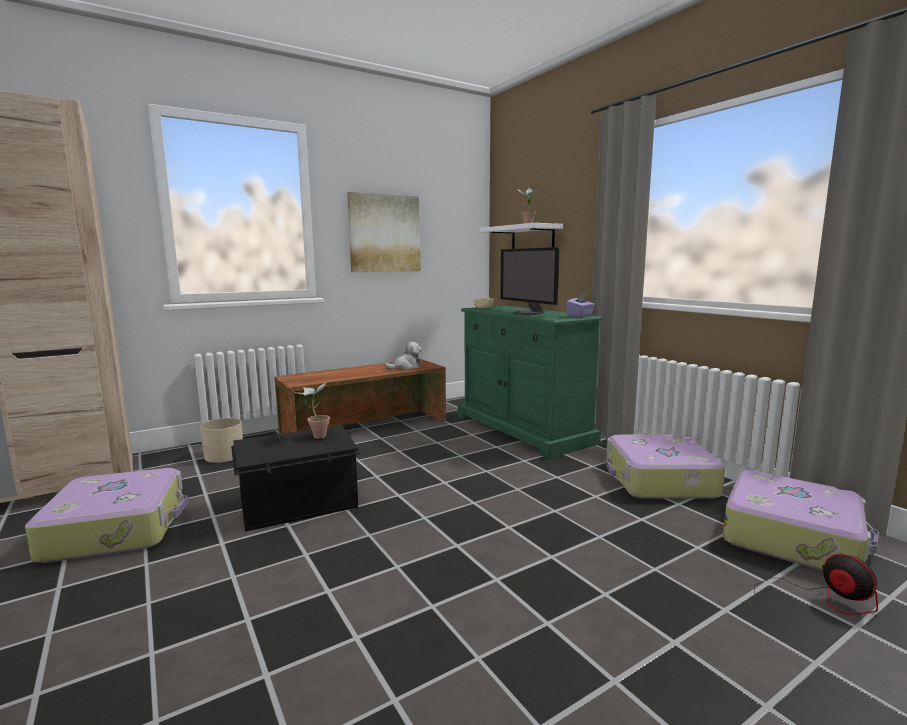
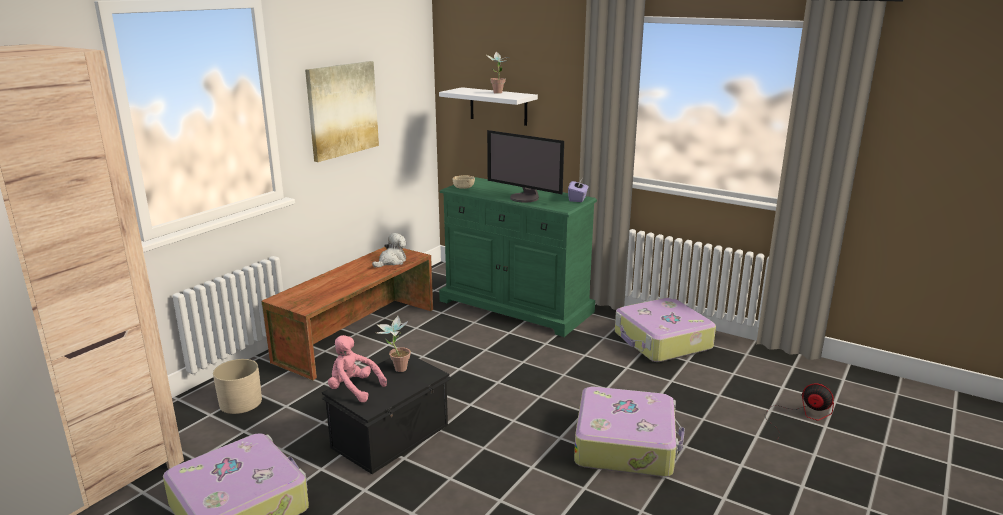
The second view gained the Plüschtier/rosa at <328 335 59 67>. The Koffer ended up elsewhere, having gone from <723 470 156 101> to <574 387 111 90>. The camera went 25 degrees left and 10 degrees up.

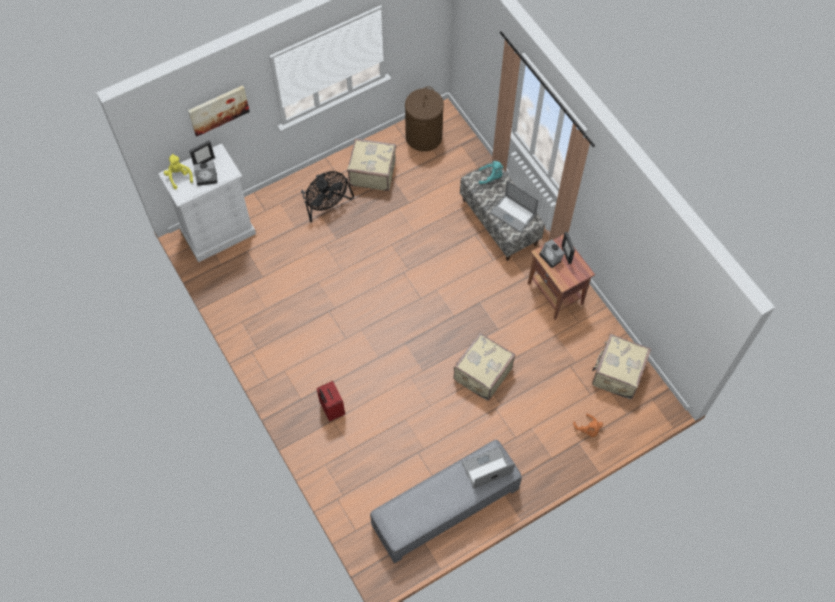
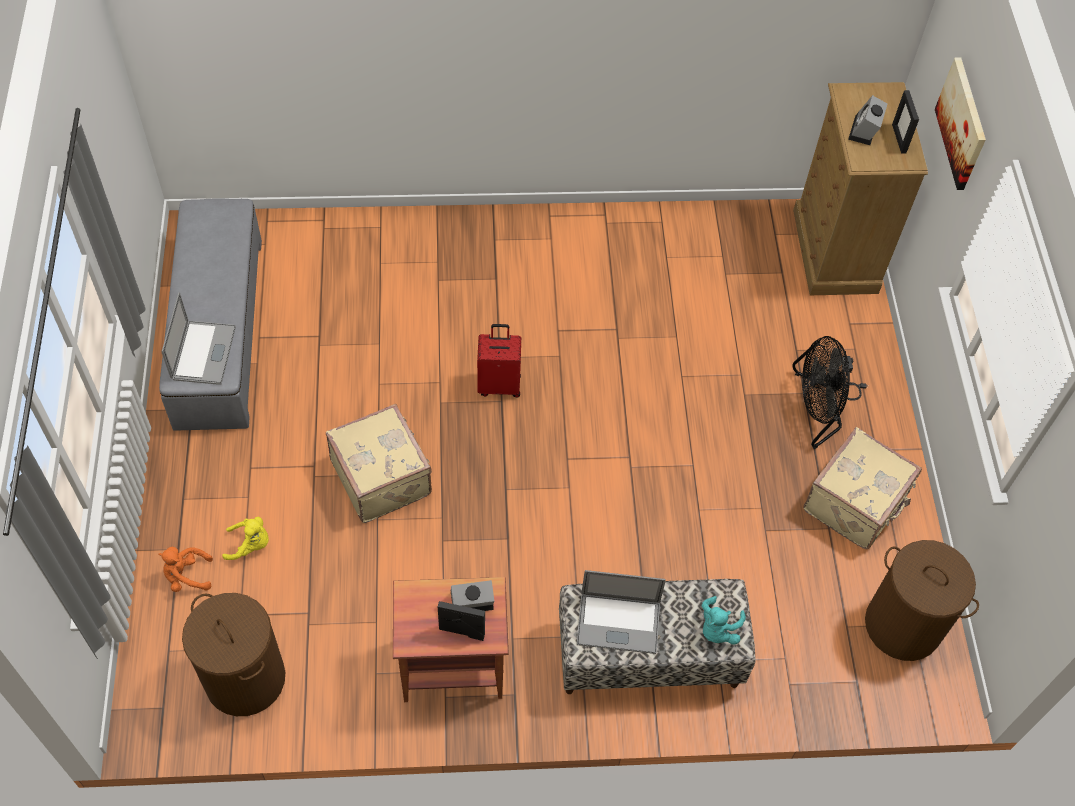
Where the Koffer/beige stood at <592 334 59 65>, the Wäschekorb/braun came to stand at <182 593 103 123>. The Plüschtier/gelb ended up elsewhere, having gone from <164 154 29 35> to <222 517 47 43>. The Koffer/rot ended up elsewhere, having gone from <317 381 28 41> to <477 324 44 73>. The Laptop at <490 180 49 53> ended up facing another way, 150 degrees counterclockwise from before. What was the Kommode/weiß at <158 144 98 118> turned into the Kommode/braun at <793 82 135 213>. The camera went 115 degrees right and 5 degrees down.

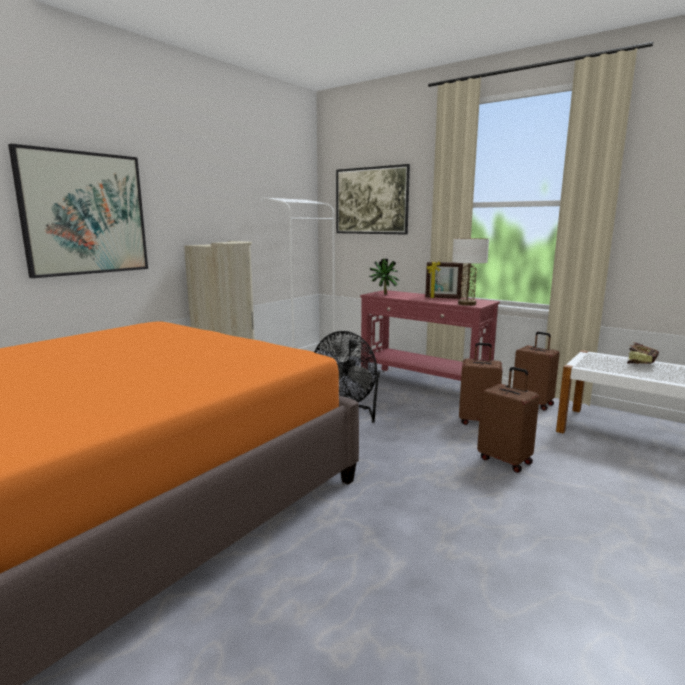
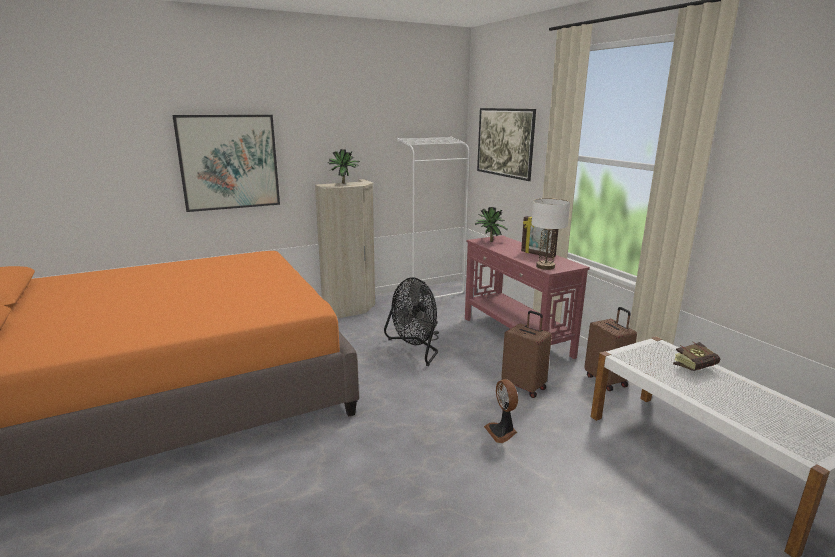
The second view gained the Topfpflanze at <328 149 32 35>. Where the Koffer/braun stood at <477 367 63 106>, the Ventilator came to stand at <484 379 34 64>. The camera went 25 degrees right and 5 degrees up.

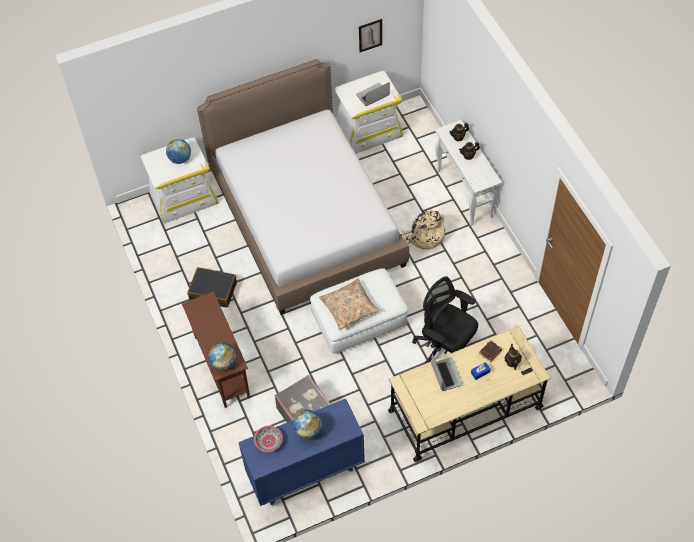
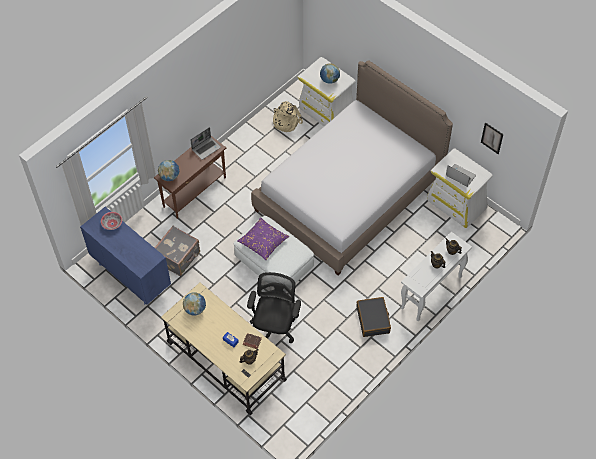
The Globus ended up elsewhere, having gone from <293 410 29 29> to <183 292 23 24>. The Laptop ended up elsewhere, having gone from <431 354 32 37> to <190 127 31 33>. What was the Kissen/beige at <319 278 61 52> turned into the Kissen/lila at <237 217 52 43>. The Rucksack/beige ended up elsewhere, having gone from <401 210 44 40> to <273 101 30 31>. The Koffer/schwarz ended up elsewhere, having gone from <187 267 50 41> to <357 297 34 40>. The camera went 65 degrees right and 0 degrees up.

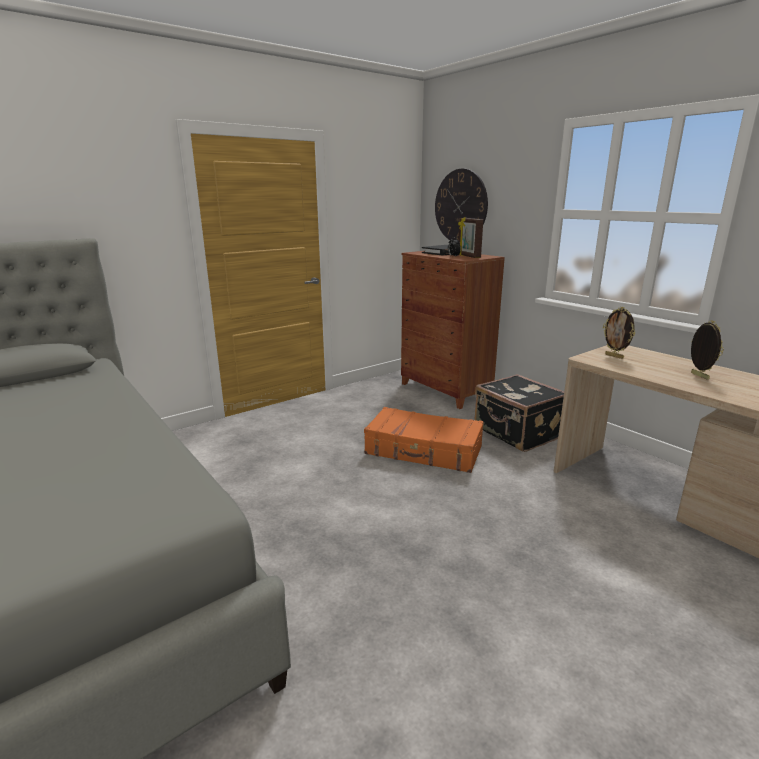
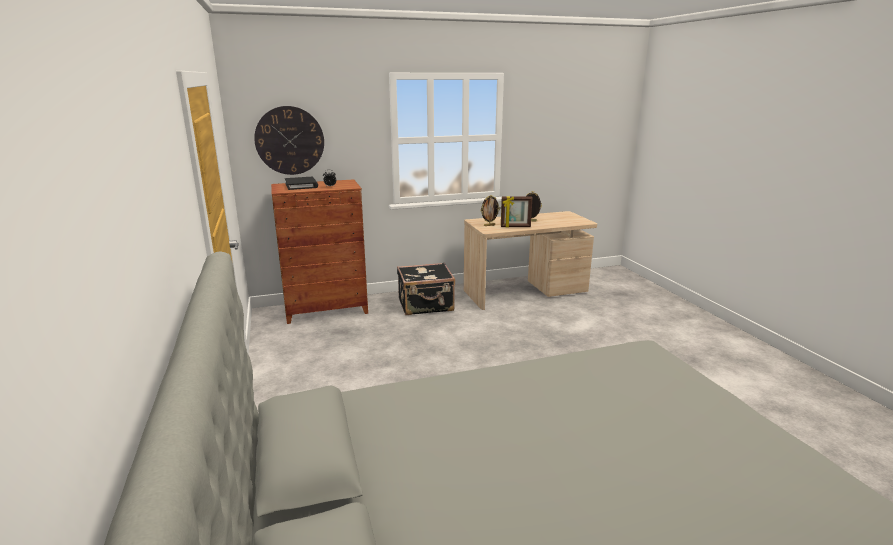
The Bilderrahmen ended up elsewhere, having gone from <458 217 25 41> to <501 196 31 31>. The second view lost the Koffer/orange at <364 407 120 66>. The camera went 70 degrees left and 0 degrees up.

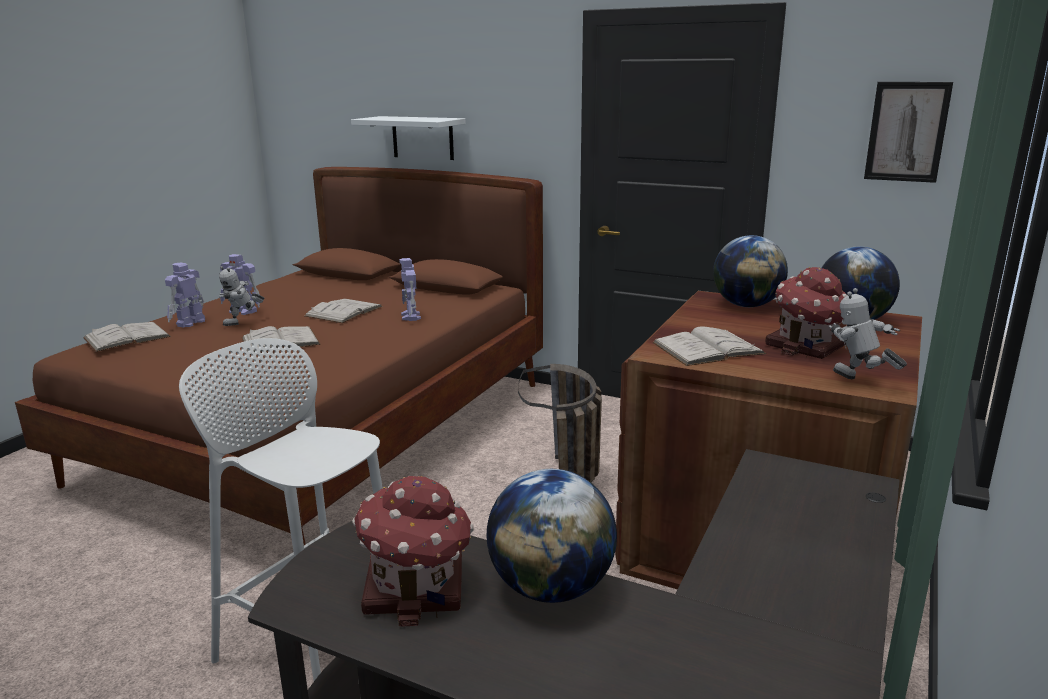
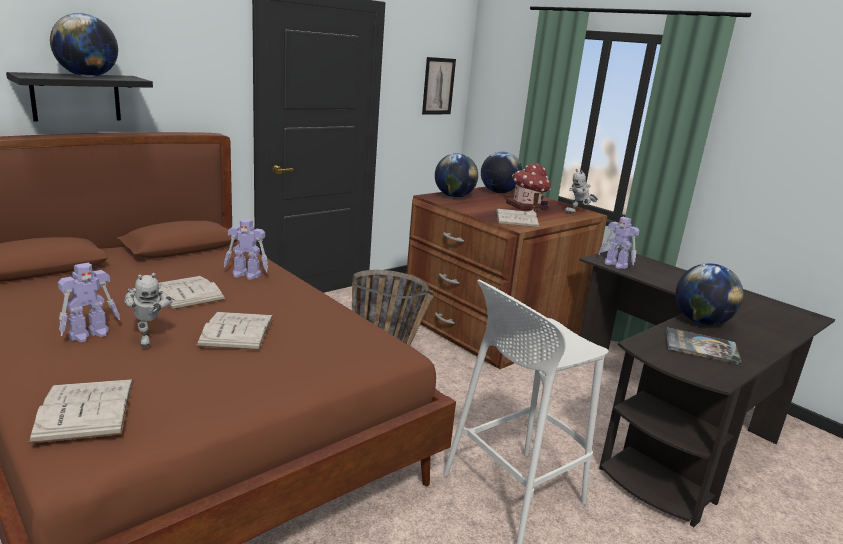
What was the Wandregal/weiß at <351 116 115 44> turned into the Wandregal/schwarz at <6 72 147 50>. The second view gained the Globus at <50 13 68 64>. The Spielzeugroboter ended up elsewhere, having gone from <165 263 40 65> to <599 217 40 52>. Where the Spielzeughaus stood at <353 476 121 151>, the Buch came to stand at <666 327 76 39>. The camera went 70 degrees left and 0 degrees up.

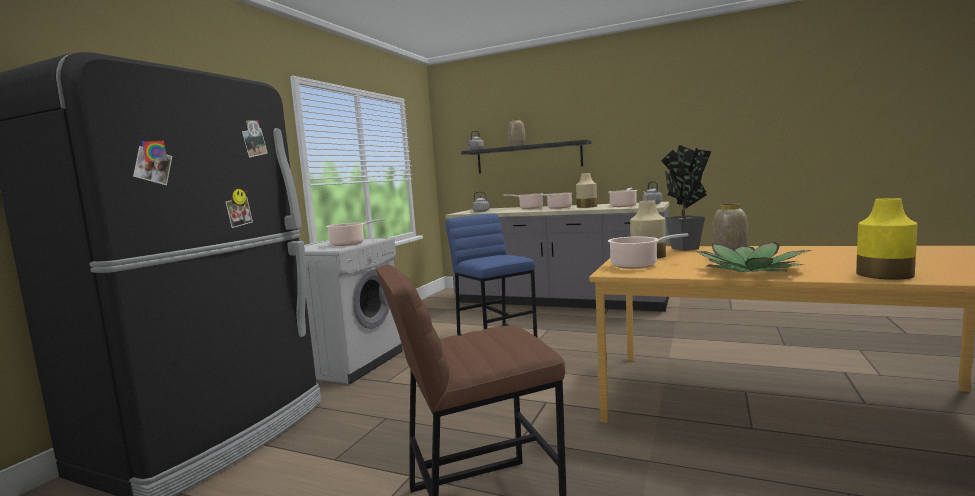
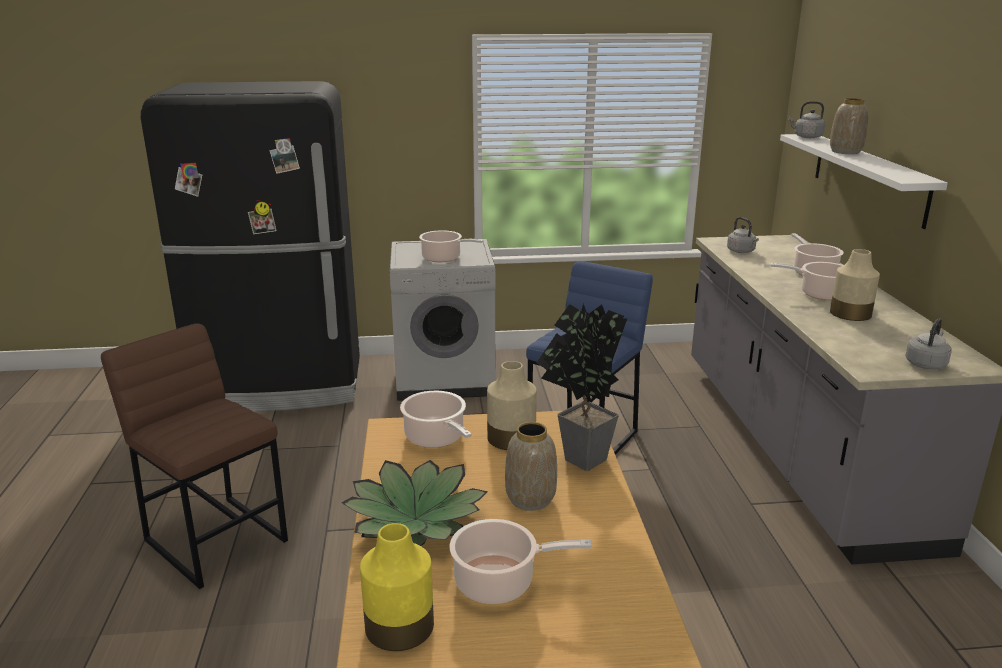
The Kochtopf ended up elsewhere, having gone from <610 188 28 19> to <450 519 142 85>. What was the Wandregal/schwarz at <461 140 131 34> turned into the Wandregal/weiß at <780 134 168 95>. The camera went 60 degrees right and 15 degrees up.

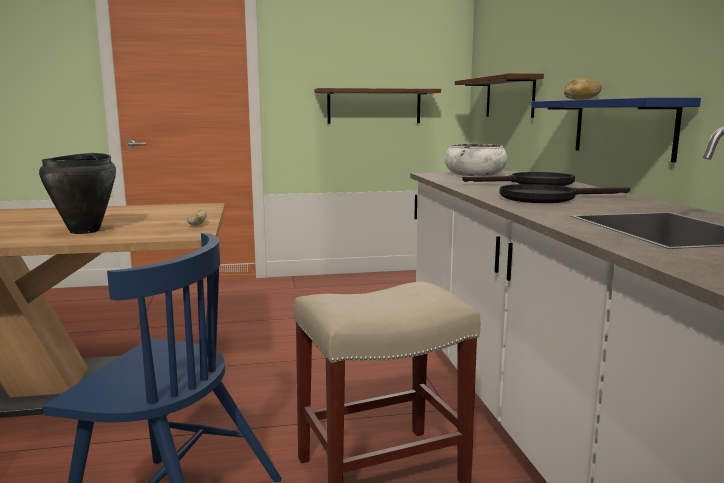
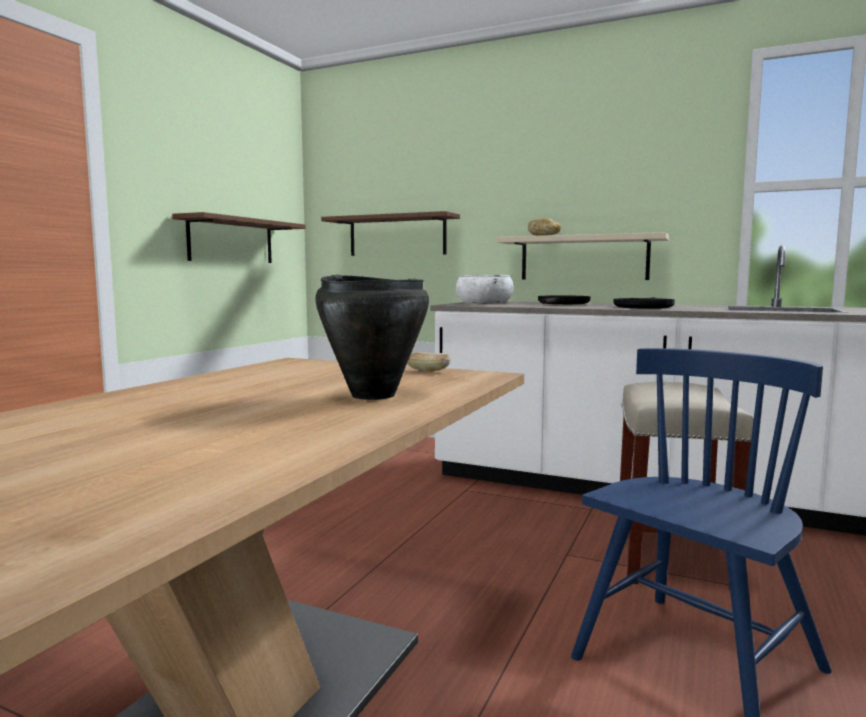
What was the Wandregal/blau at <531 98 170 64> turned into the Wandregal/beige at <497 232 172 48>. The camera went 55 degrees left and 5 degrees down.

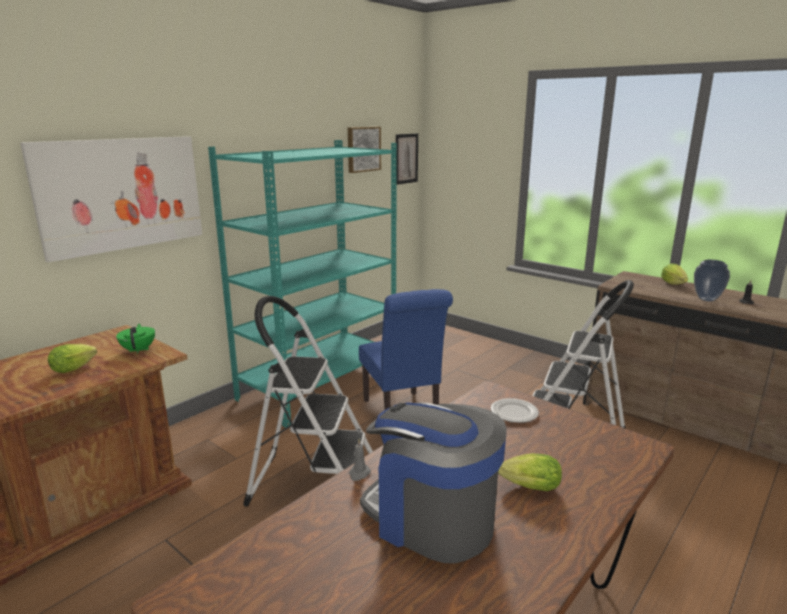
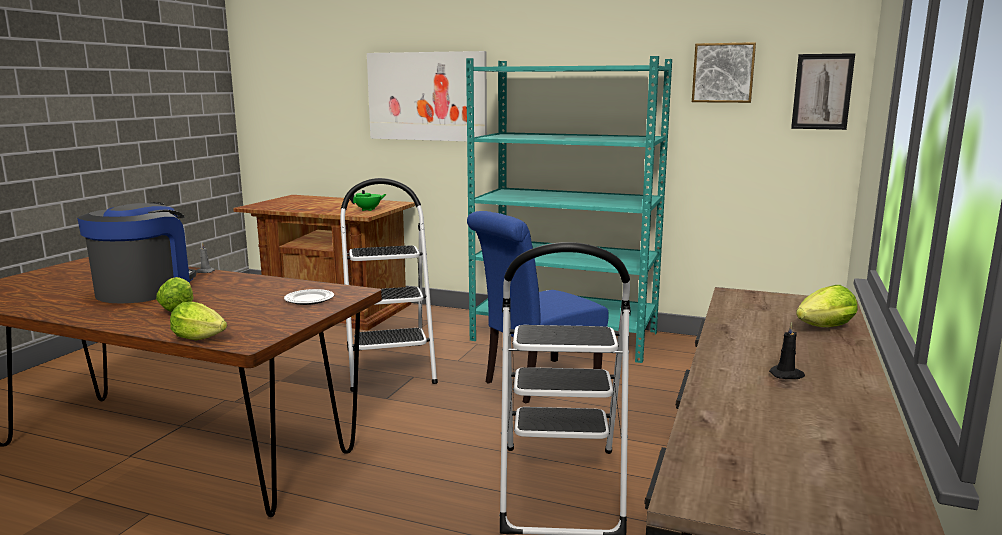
The Salatkopf ended up elsewhere, having gone from <48 344 49 29> to <170 302 57 38>. The second view lost the Vase at <694 260 36 41>. The camera went 70 degrees right and 5 degrees down.

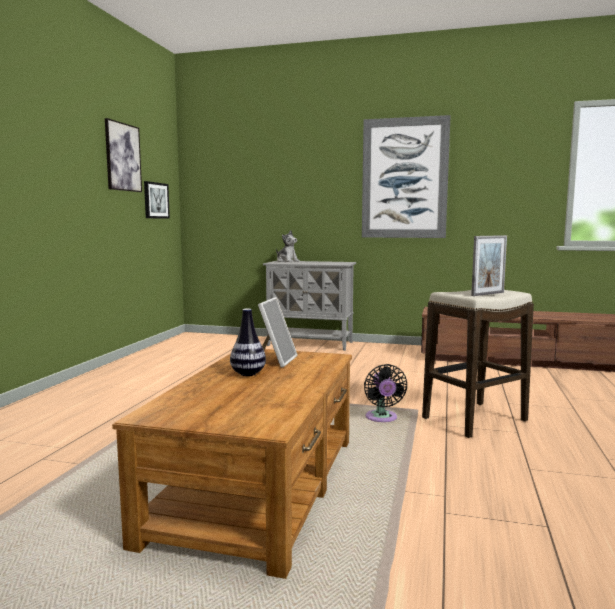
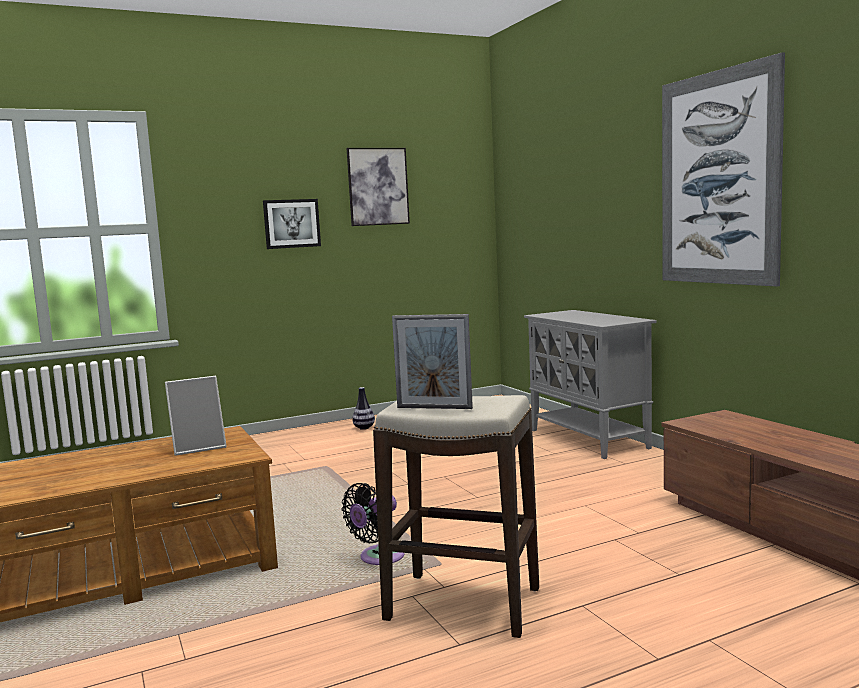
The Bild ended up elsewhere, having gone from <144 181 26 38> to <263 199 58 50>. The Vase ended up elsewhere, having gone from <230 308 36 68> to <352 387 23 43>. The second view lost the Plüschtier at <276 230 24 32>. The camera went 50 degrees right and 0 degrees up.

